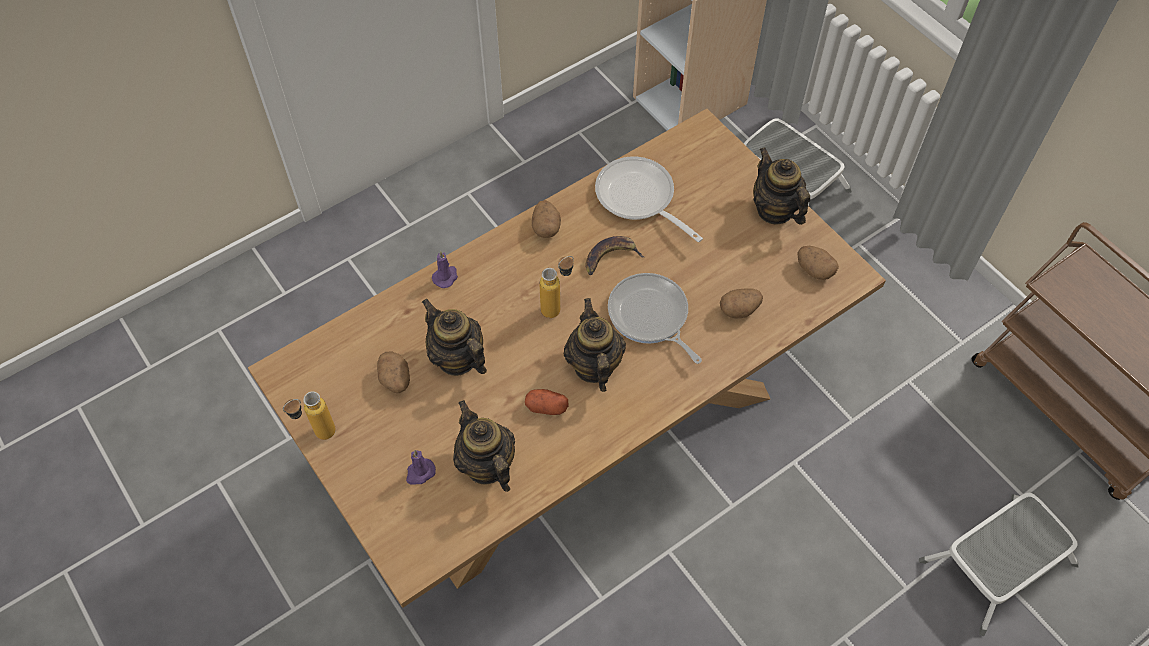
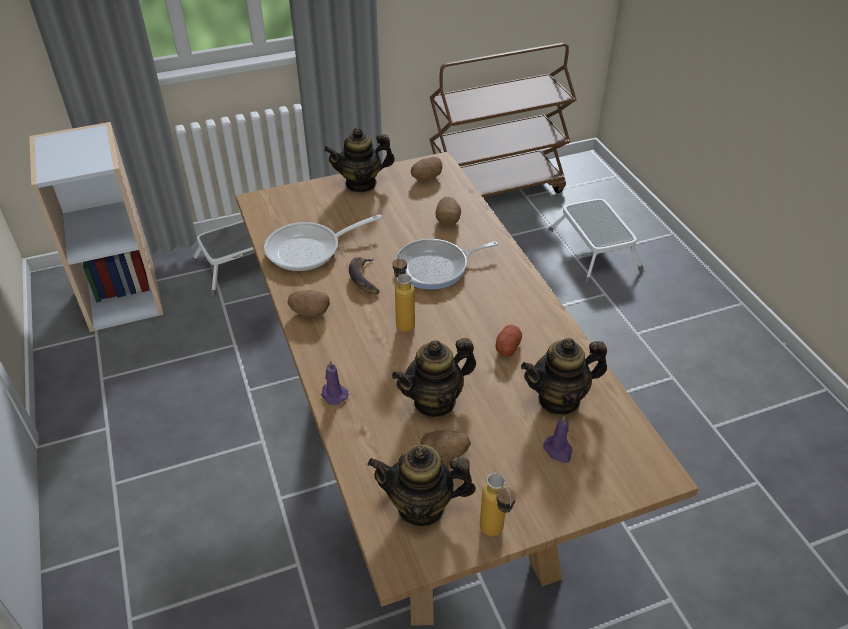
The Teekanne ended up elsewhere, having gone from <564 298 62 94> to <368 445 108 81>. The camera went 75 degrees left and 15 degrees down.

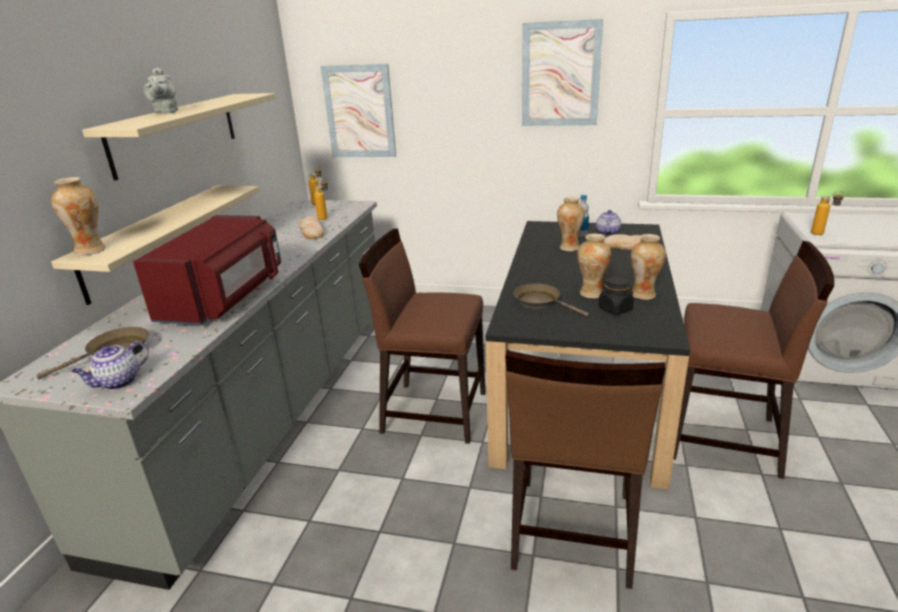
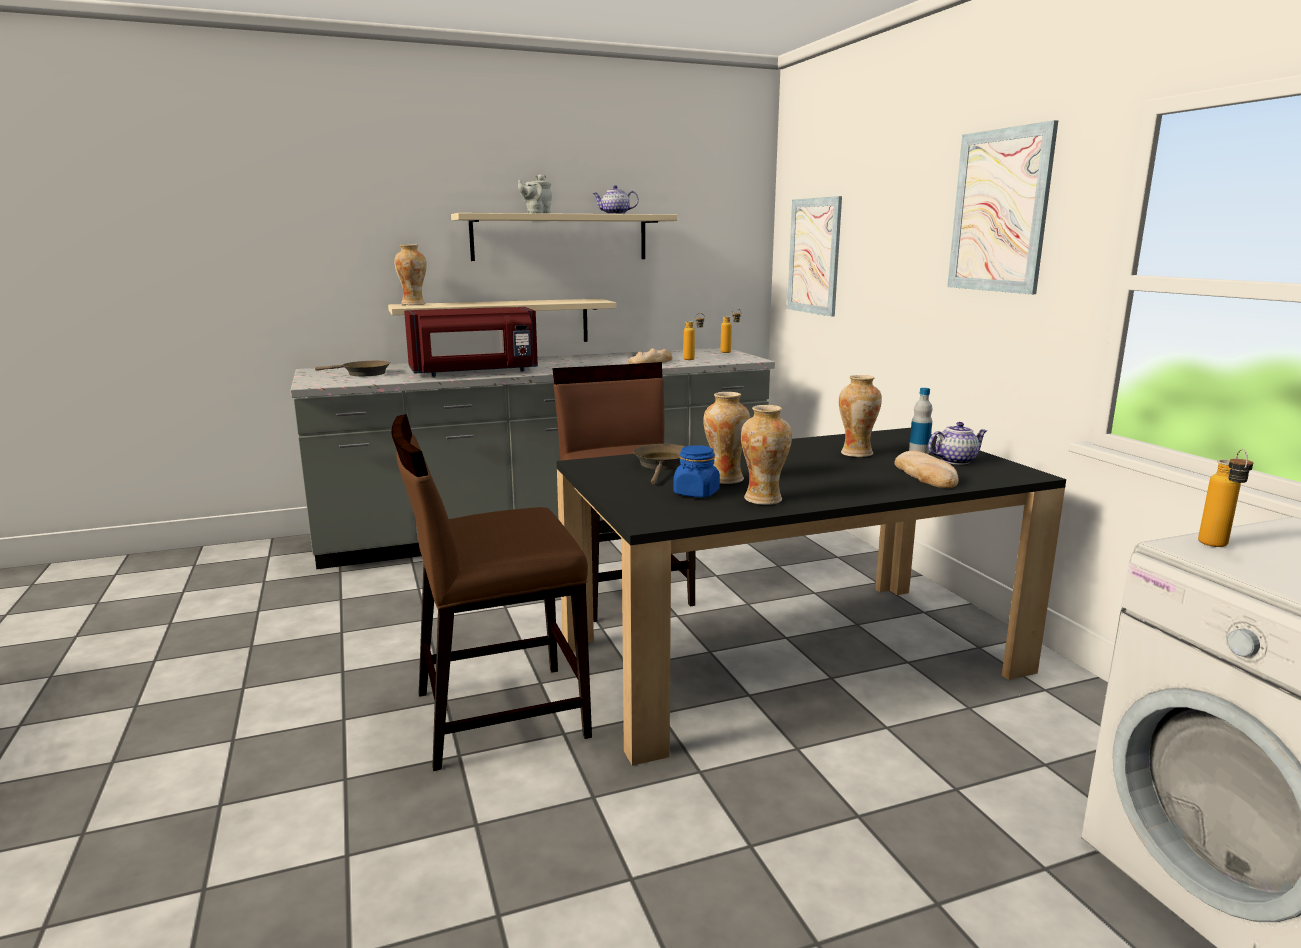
The Teekanne ended up elsewhere, having gone from <71 341 78 49> to <593 185 46 29>. What was the Vorratsglas/schwarz at <598 276 36 39> turned into the Vorratsglas/blau at <673 445 47 52>. The second view lost the Stuhl/braun at <674 241 160 238>. The camera went 55 degrees right and 10 degrees down.

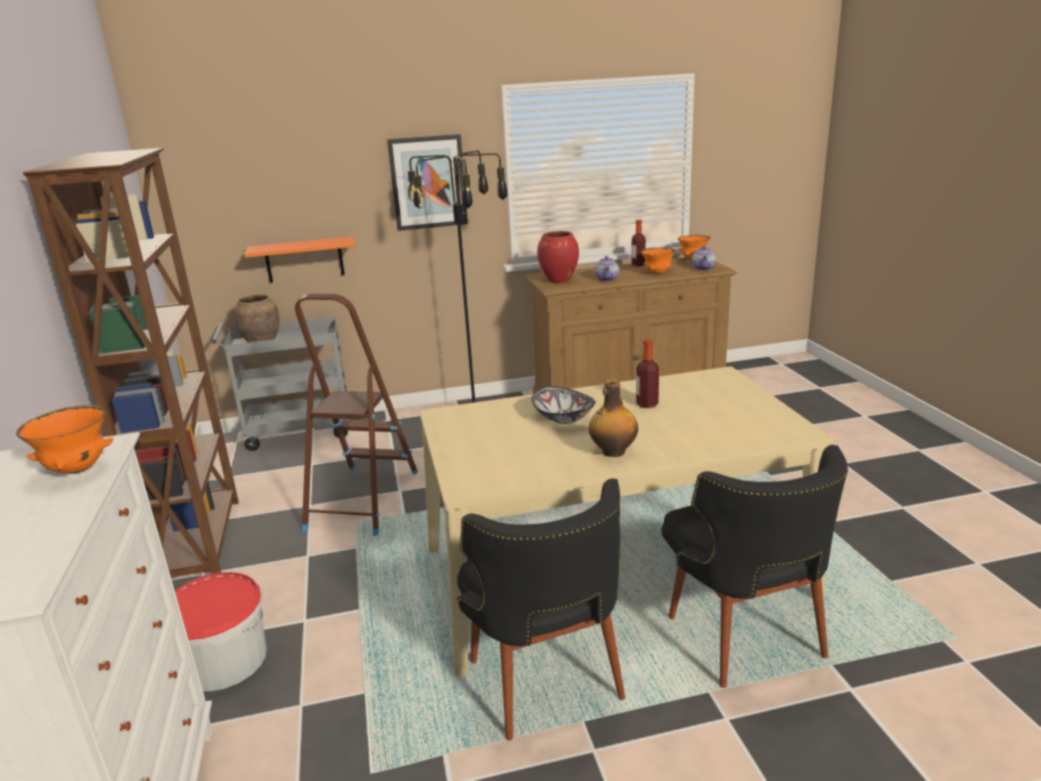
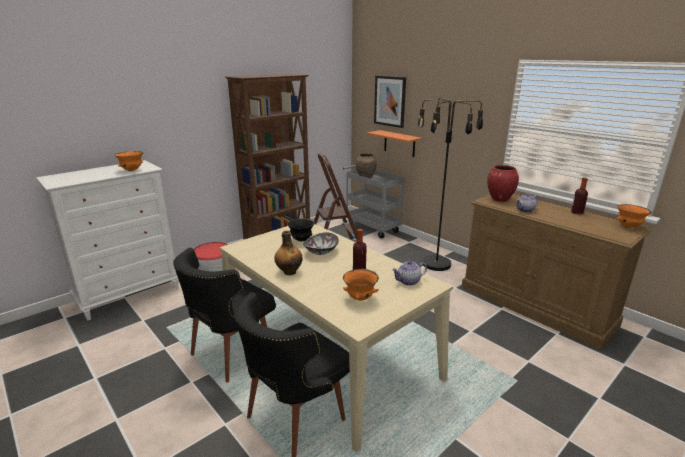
The second view gained the Schüssel/schwarz at <287 218 28 23>. The Schüssel/orange ended up elsewhere, having gone from <641 247 34 27> to <343 269 36 32>. The Bild ended up elsewhere, having gone from <387 134 81 97> to <374 76 32 52>. The Teekanne ended up elsewhere, having gone from <692 246 24 25> to <392 261 35 25>. The camera went 60 degrees right and 0 degrees up.

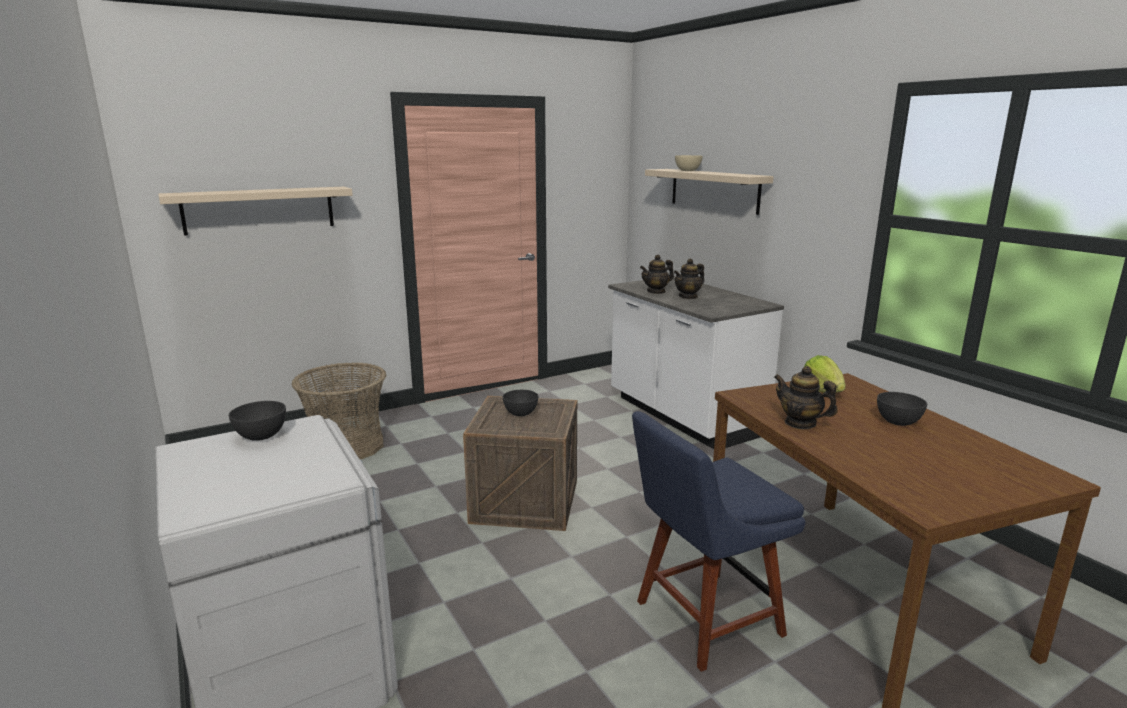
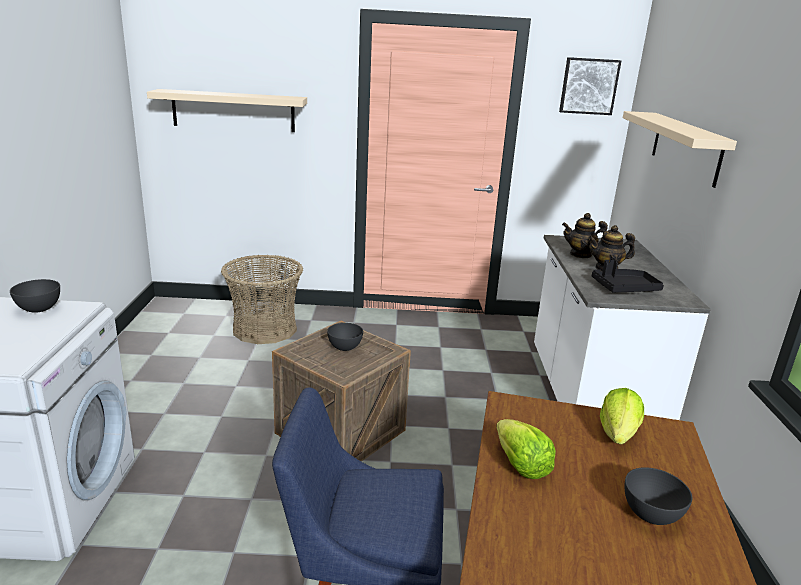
Where the Teekanne stood at <774 366 64 63>, the Salatkopf came to stand at <496 419 60 60>. The second view gained the Bild at <559 57 62 58>. The second view gained the Tablett/schwarz at <592 260 72 32>. The second view lost the Schüssel/beige at <675 155 28 16>. The camera went 30 degrees right and 5 degrees up.

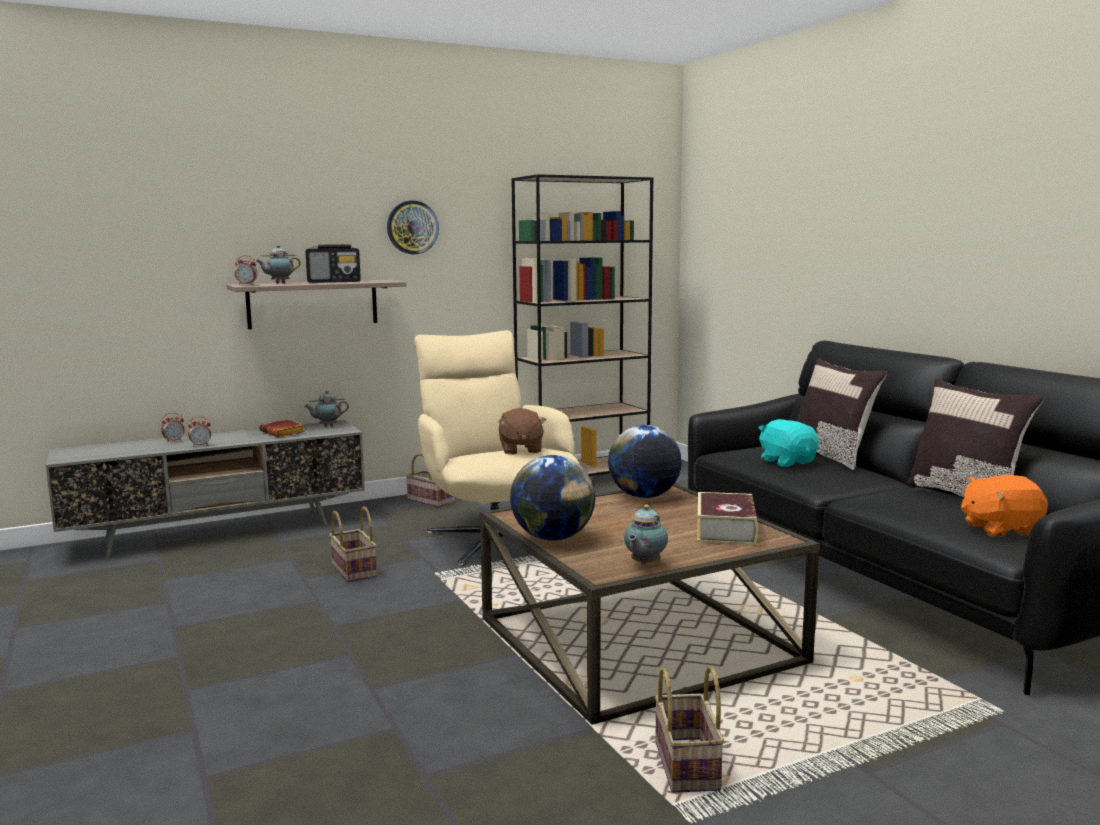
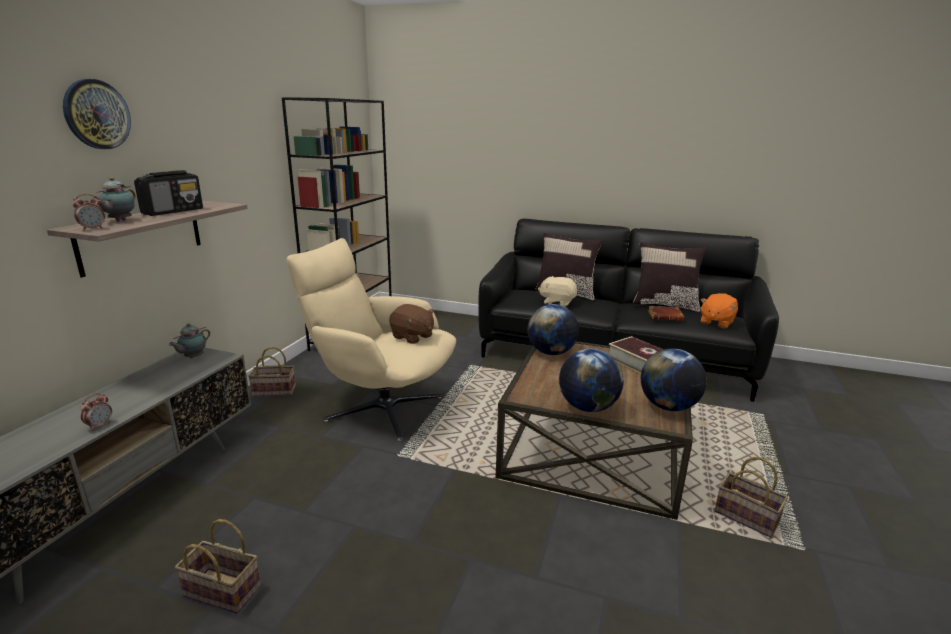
The Wanduhr ended up elsewhere, having gone from <387 200 52 54> to <63 79 68 70>. The Korb ended up elsewhere, having gone from <329 506 48 76> to <175 519 86 95>. What was the Plüschtier/türkis at <758 419 61 48> turned into the Plüschtier/beige at <538 276 39 31>. Where the Teekanne stood at <624 505 44 60>, the Globus came to stand at <641 349 66 62>. The Buch/braun ended up elsewhere, having gone from <259 419 46 18> to <648 306 36 15>. The second view lost the Wecker at <161 412 24 31>. The camera went 45 degrees left and 10 degrees up.

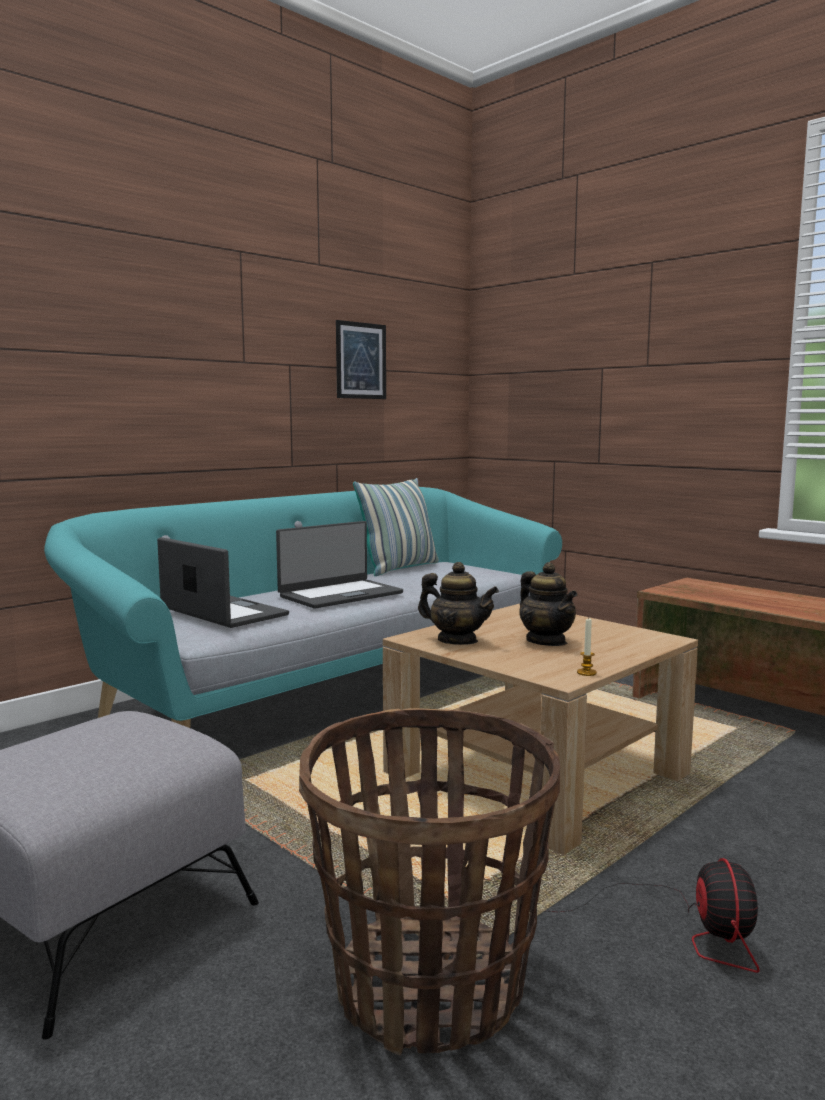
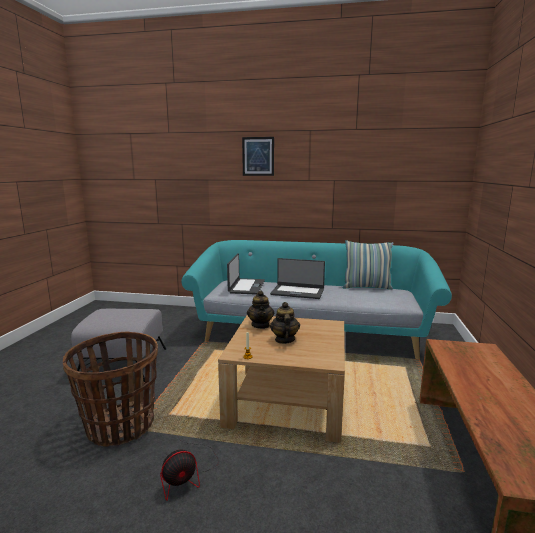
The Bild ended up elsewhere, having gone from <336 320 50 79> to <242 137 32 39>. The Teekanne at <519 562 59 84> ended up facing another way, 150 degrees clockwise from before. The camera went 55 degrees right and 5 degrees up.

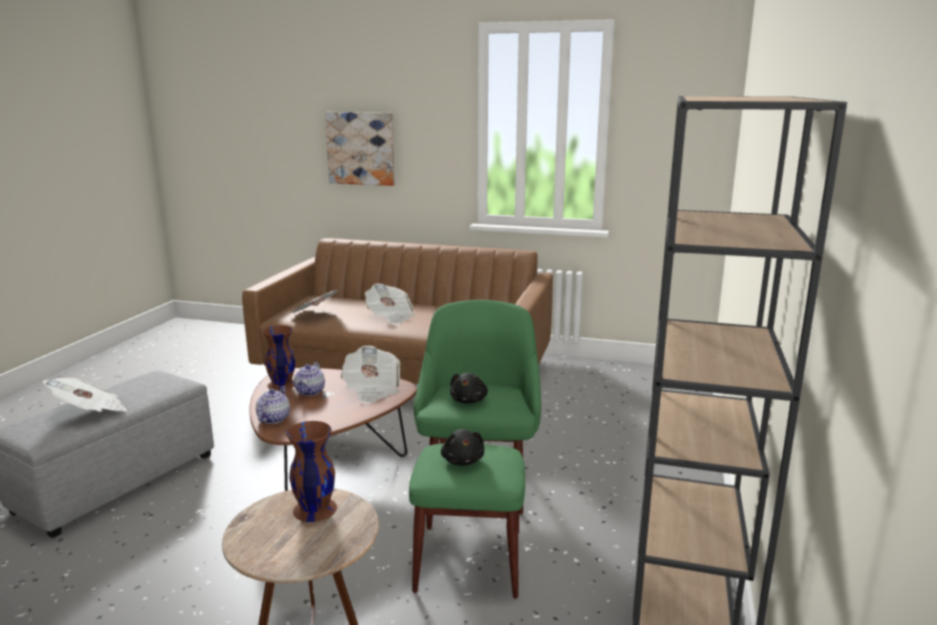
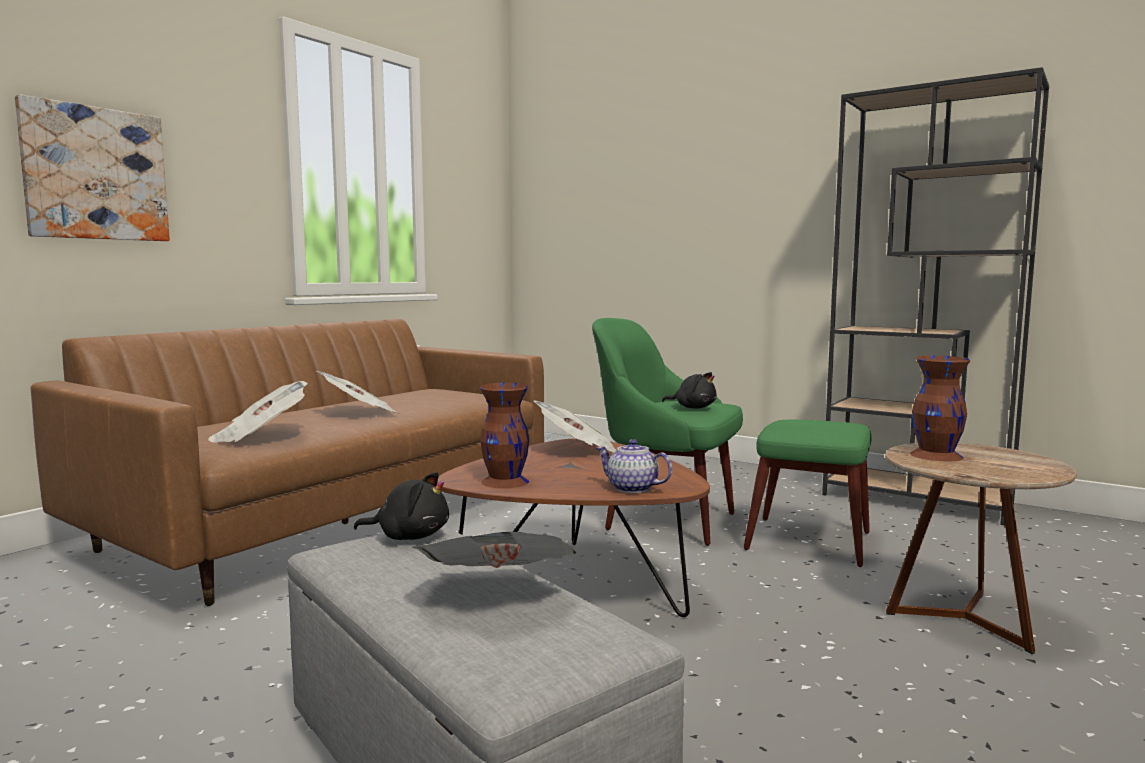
The Plüschtier/schwarz ended up elsewhere, having gone from <441 429 43 37> to <354 472 95 68>. The second view lost the Teekanne at <294 362 31 34>. The camera went 70 degrees left and 10 degrees down.

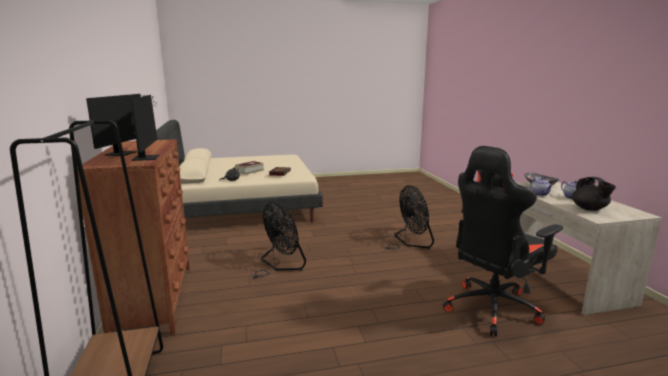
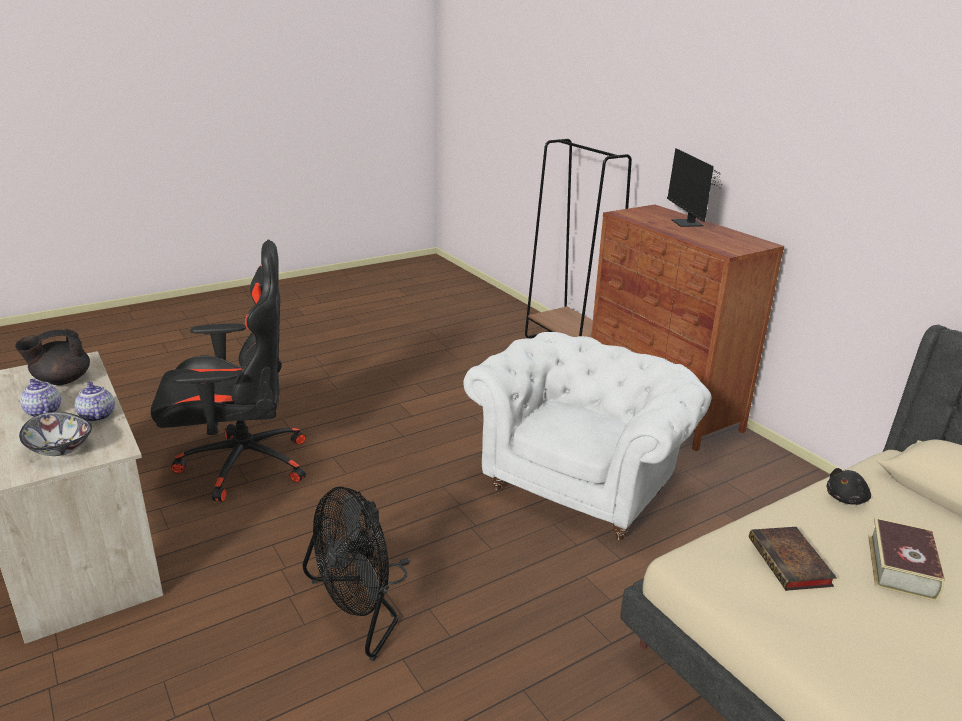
The Teekanne/schwarz at <572 177 44 34> ended up facing another way, 90 degrees counterclockwise from before. The Bürostuhl/schwarz at <443 146 120 190> ended up facing another way, 45 degrees clockwise from before. Where the Ventilator/schwarz stood at <253 201 53 78>, the Sessel/weiß came to stand at <463 332 248 208>. The second view lost the Monitor at <131 95 29 66>. The camera went 160 degrees right and 10 degrees up.

